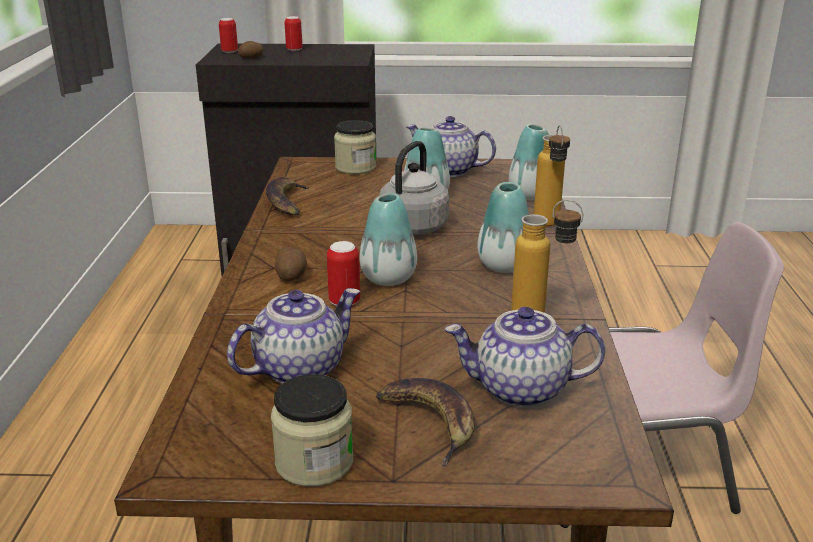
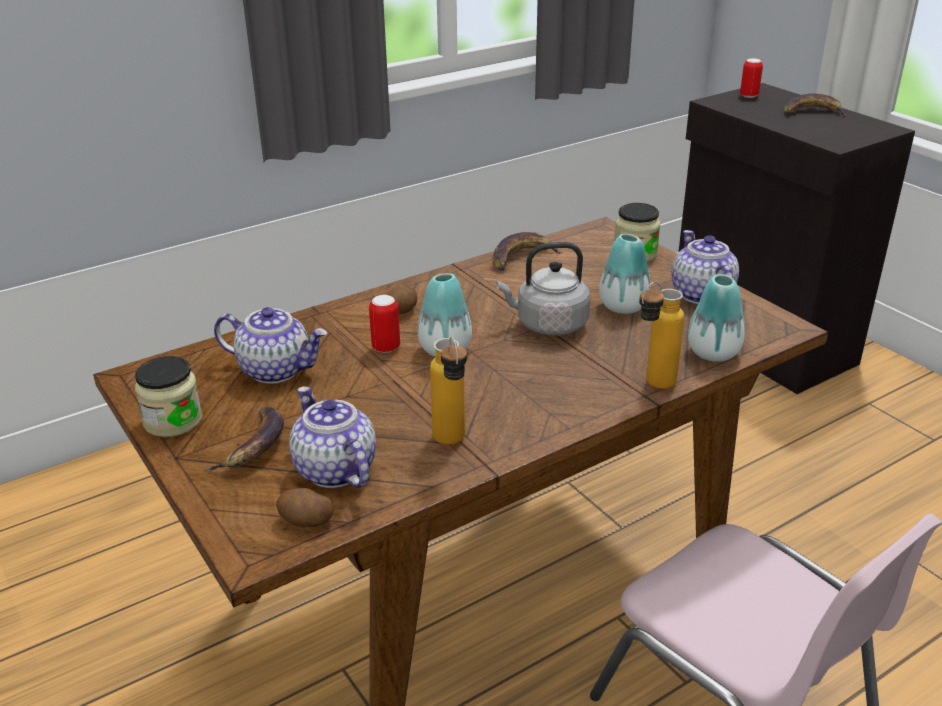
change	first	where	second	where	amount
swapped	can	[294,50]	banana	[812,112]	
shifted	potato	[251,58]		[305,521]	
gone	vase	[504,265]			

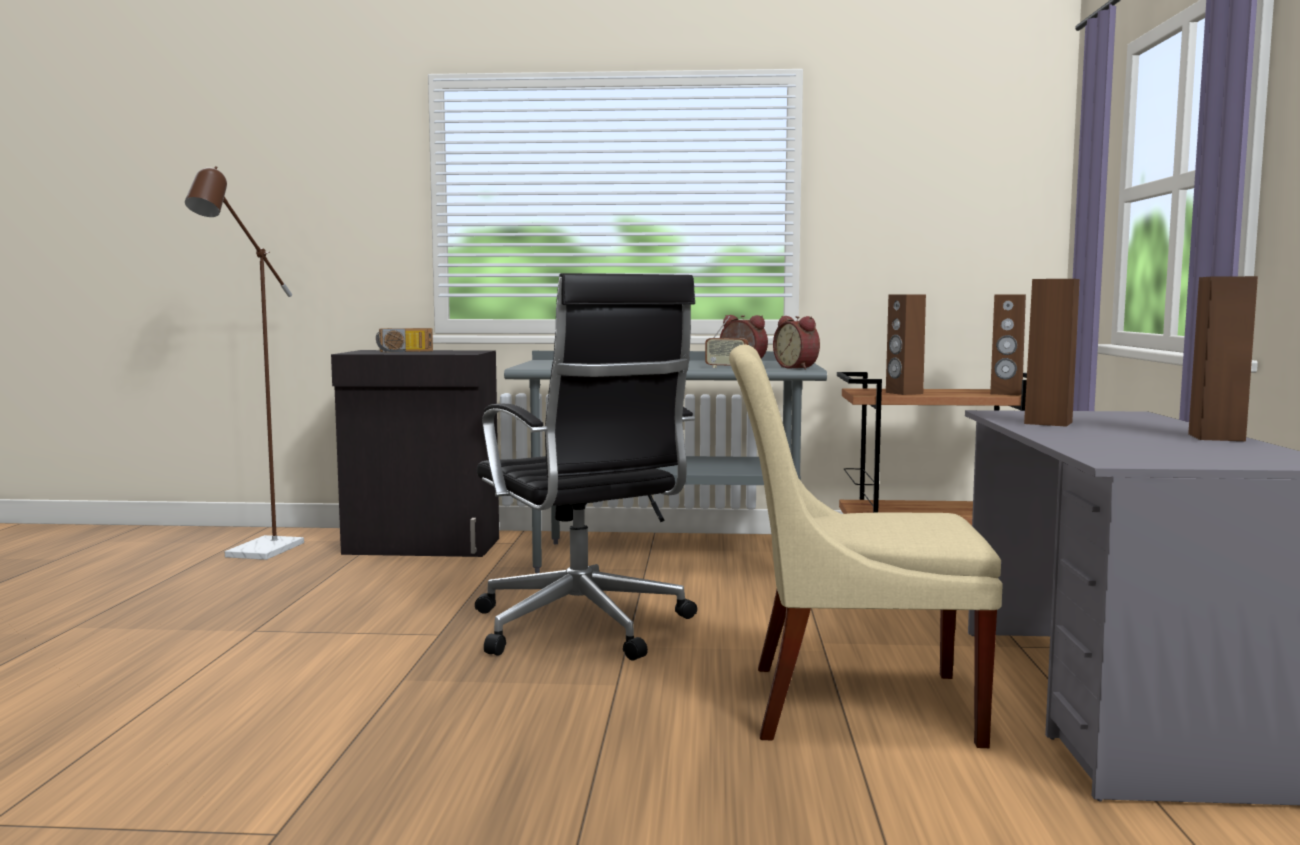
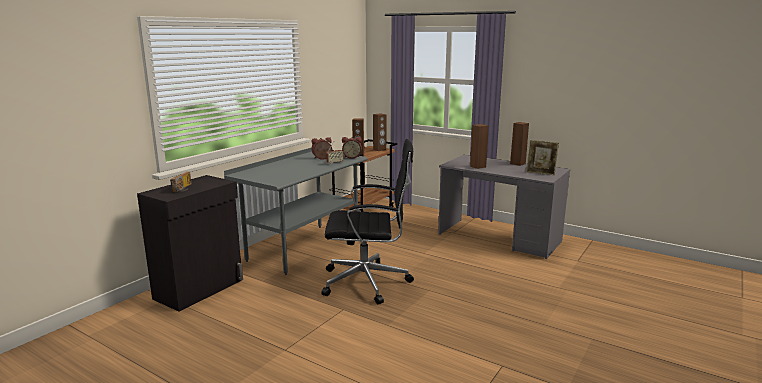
change	first	where	second	where	amount
gone	floor lamp (brown)	[257,553]			
gone	chair (beige)	[848,703]			
new			picture frame	[540,173]	

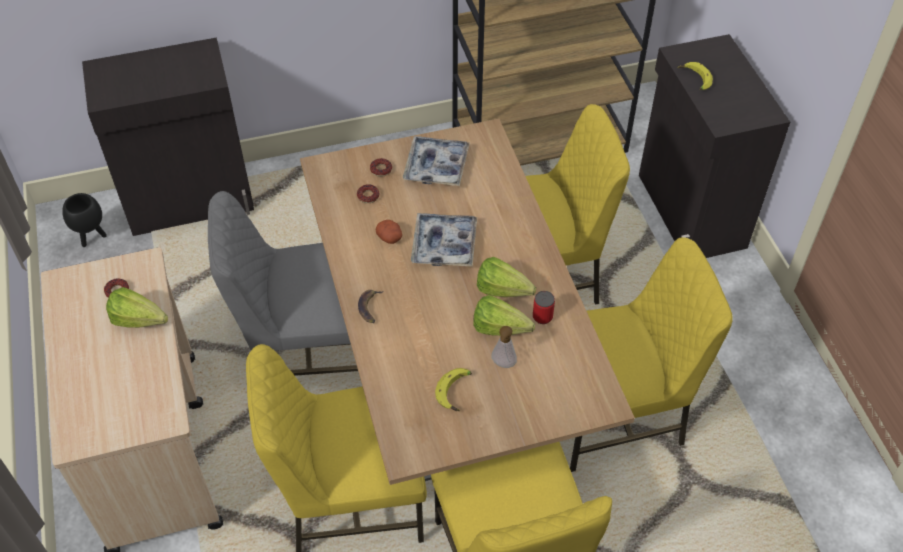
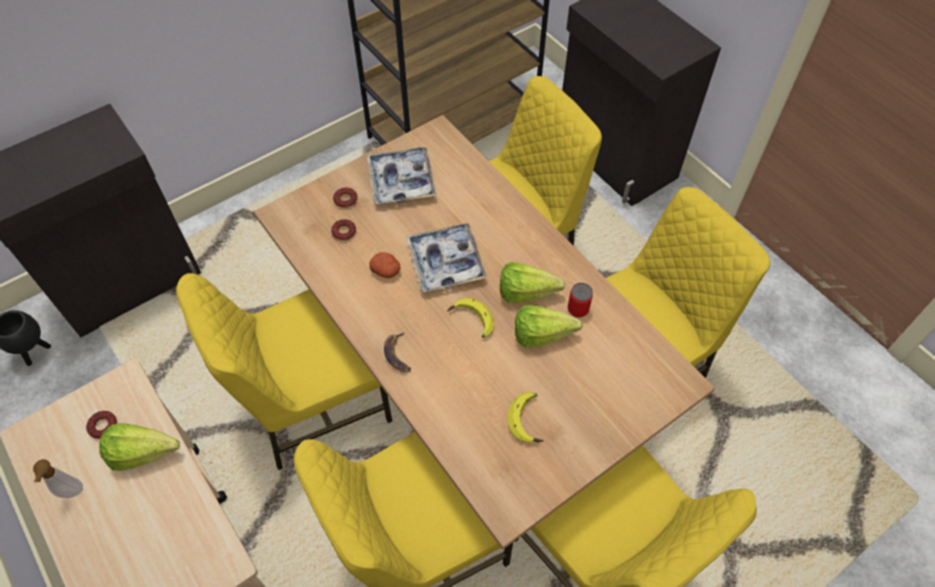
change	first	where	second	where	amount
shifted	banana	[694,80]		[471,321]	
repainted	chair (grey)	[307,351]	chair (yellow)	[313,403]	
shifted	soap dispenser	[503,365]		[70,493]	

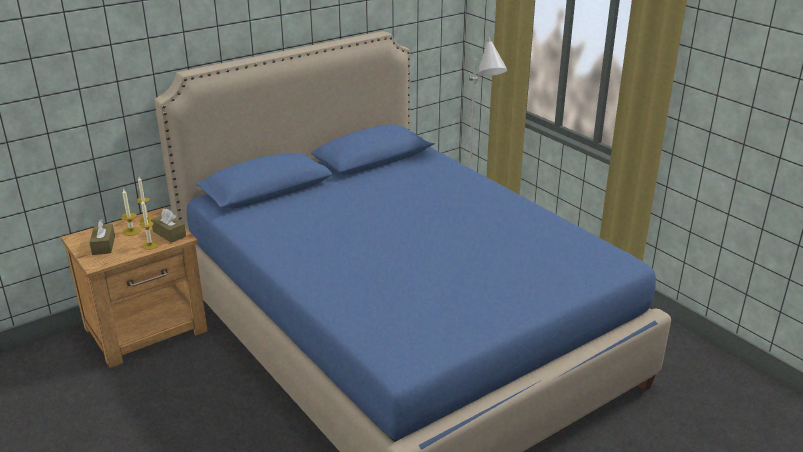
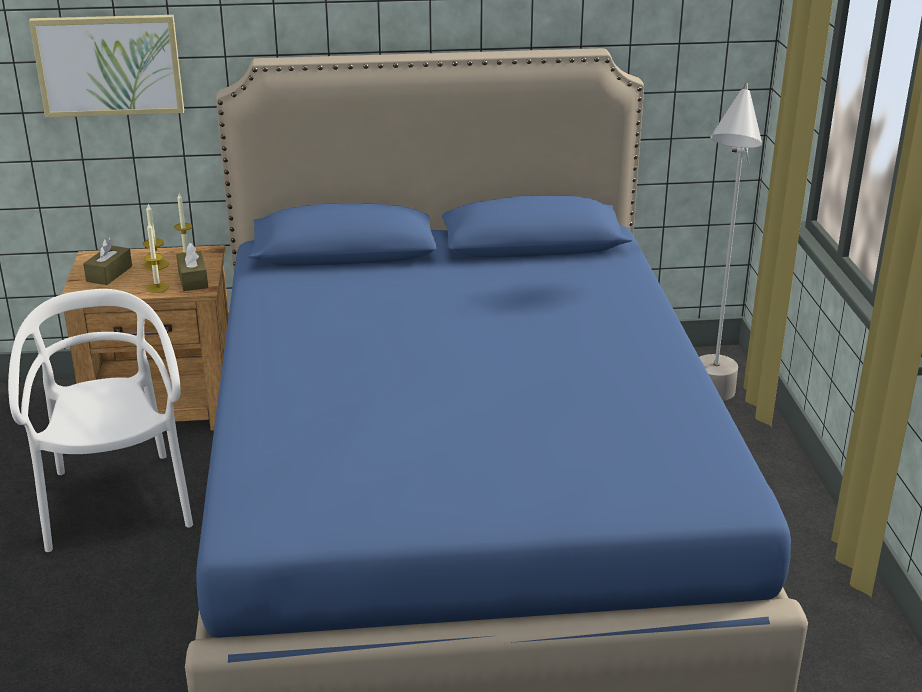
change	first	where	second	where	amount
new			picture	[109,65]	
new			chair (white)	[116,502]	

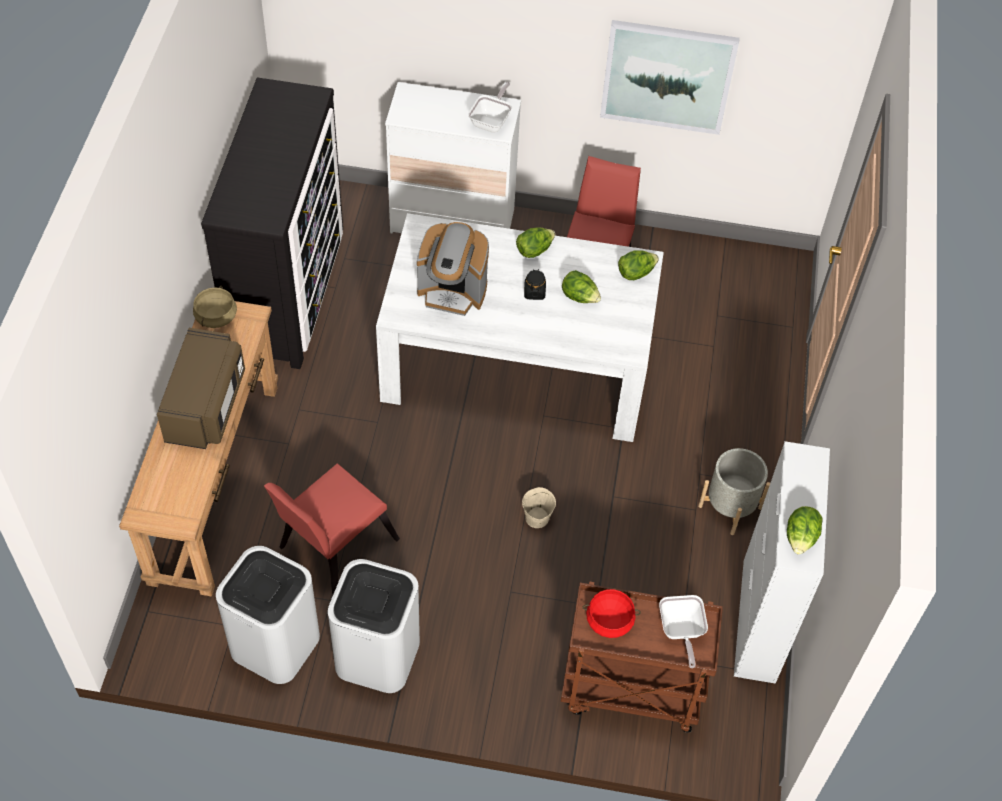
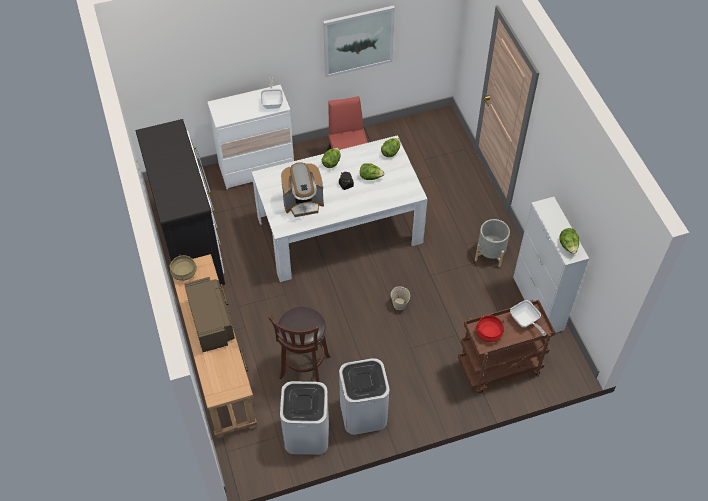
change	first	where	second	where	amount
swapped	chair (red)	[332,547]	stool (brown)	[304,369]	

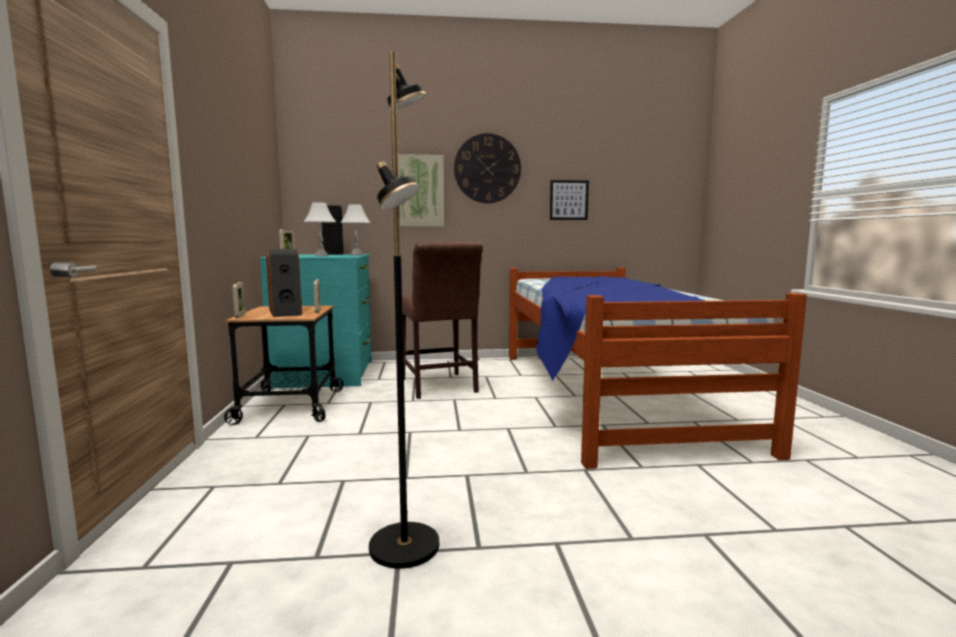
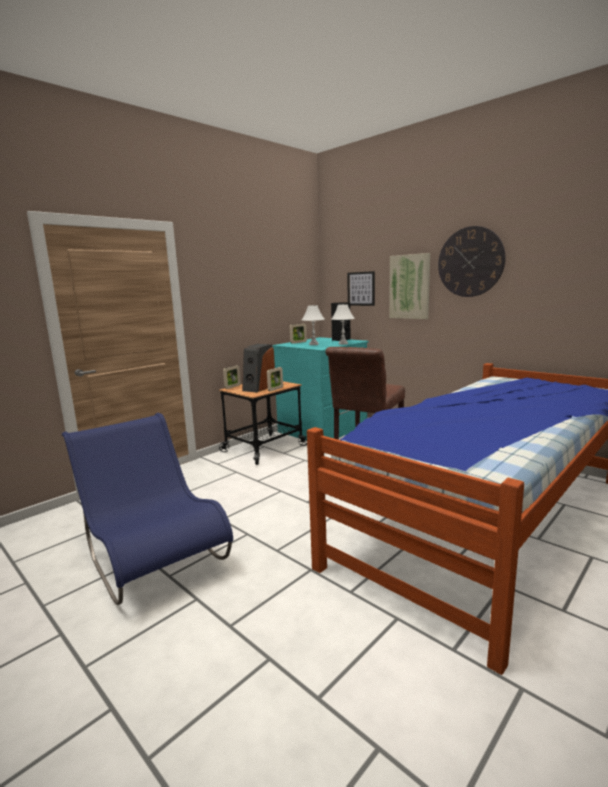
change	first	where	second	where	amount
swapped	floor lamp (black)	[406,546]	chair (blue)	[152,555]	
shifted	picture	[568,200]		[361,288]	

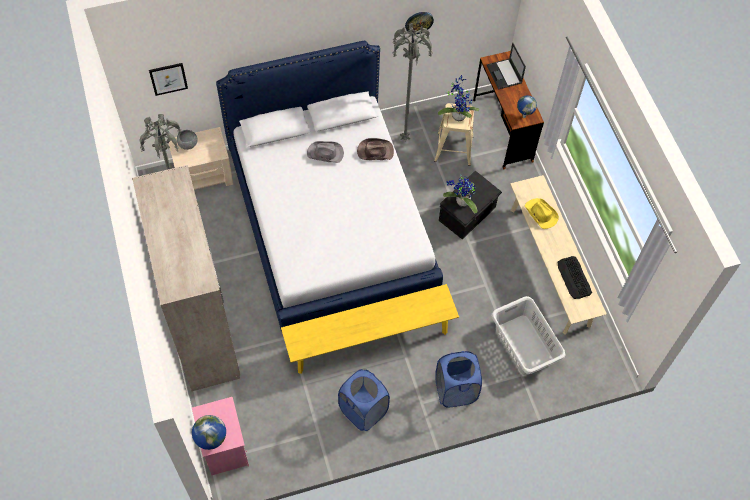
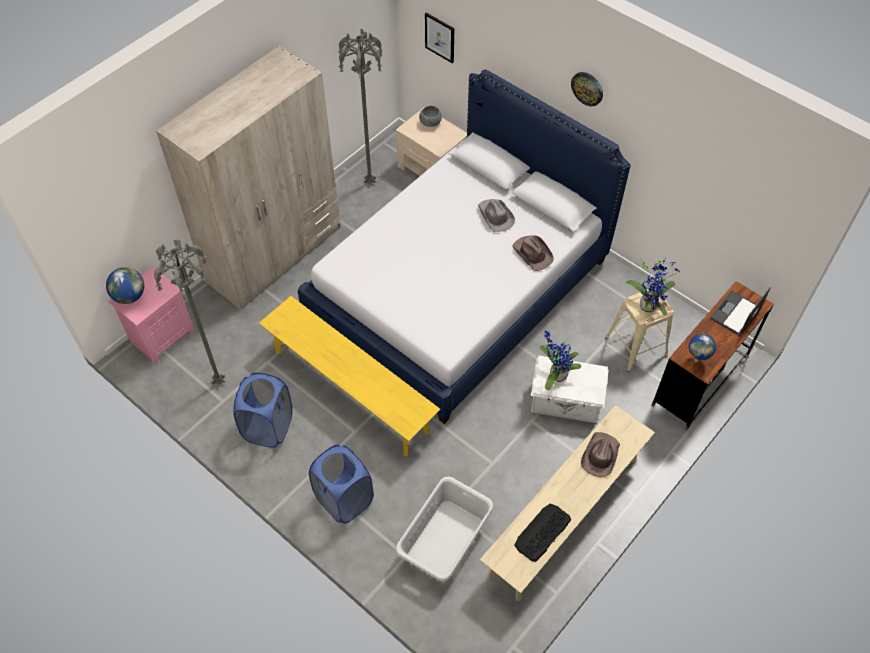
change	first	where	second	where	amount
shifted	wall clock	[419,22]		[587,88]	
shifted	floor lamp (grey)	[404,138]		[220,381]	
repainted	storage box (black)	[468,214]	storage box (white)	[566,401]	
repainted	hat (yellow)	[541,214]	hat (brown)	[600,455]	

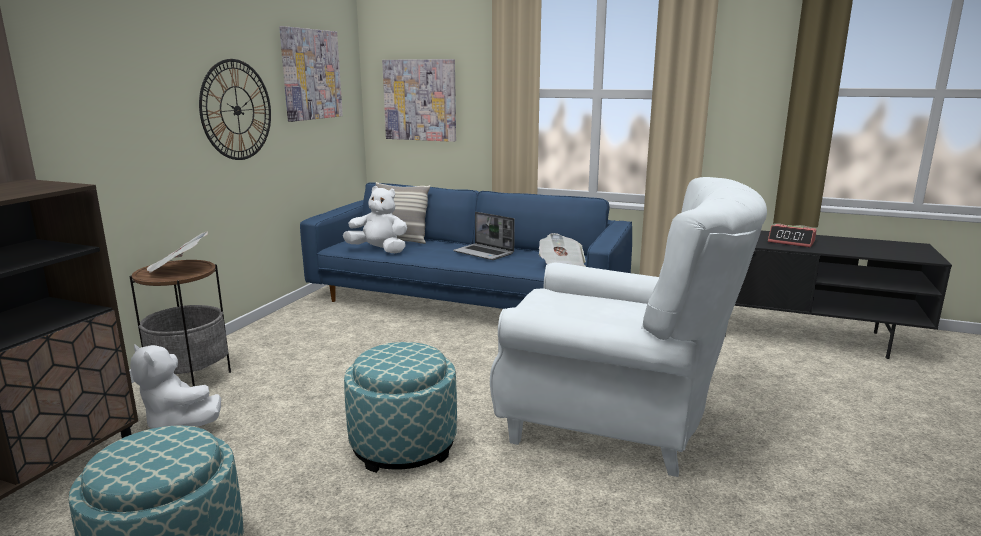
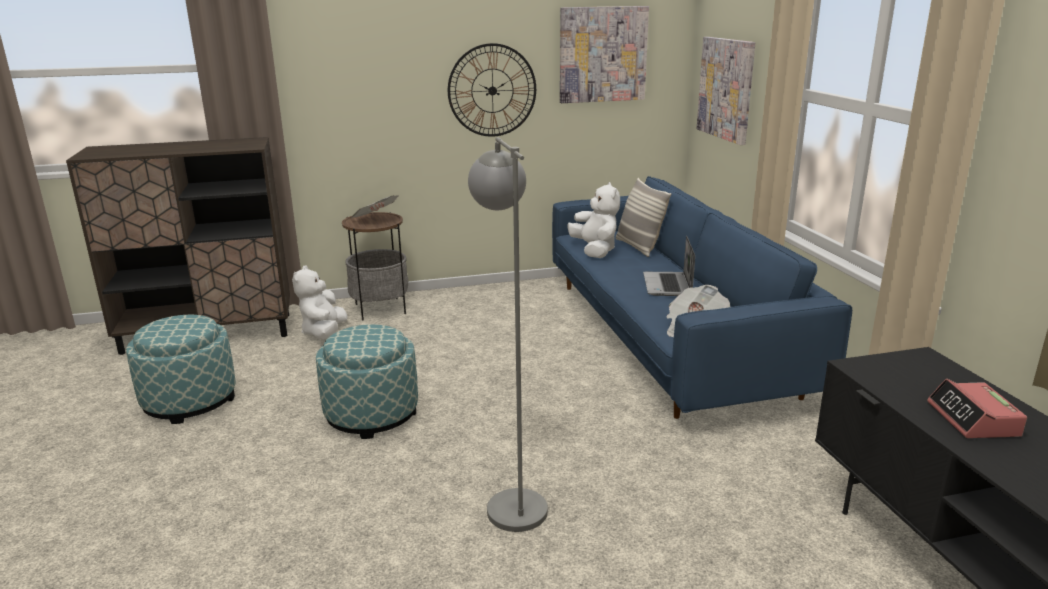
change	first	where	second	where	amount
swapped	armchair (white)	[615,423]	floor lamp (grey)	[511,498]	

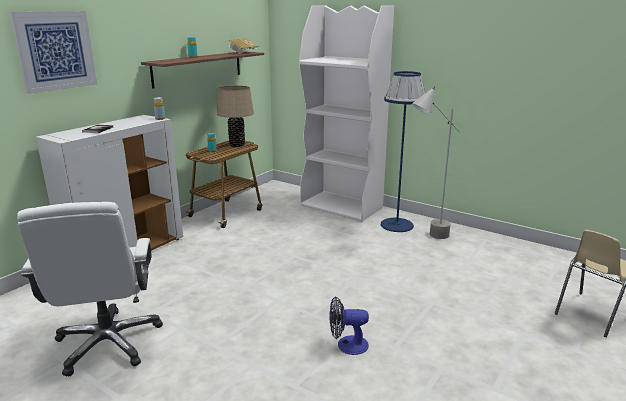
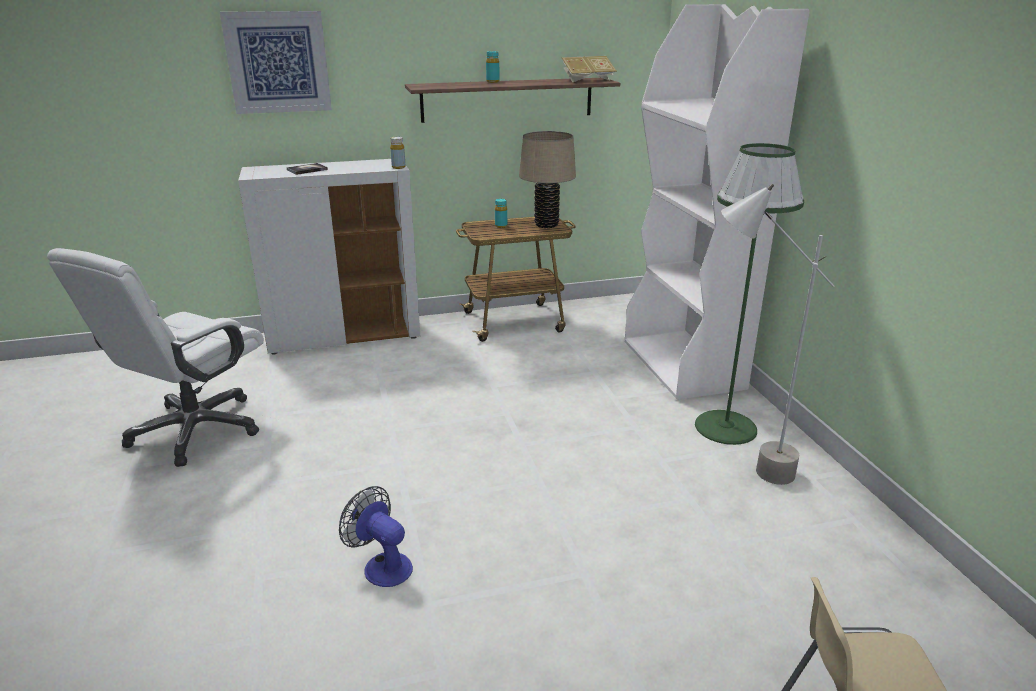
change	first	where	second	where	amount
repainted	floor lamp (blue)	[397,225]	floor lamp (green)	[726,427]	

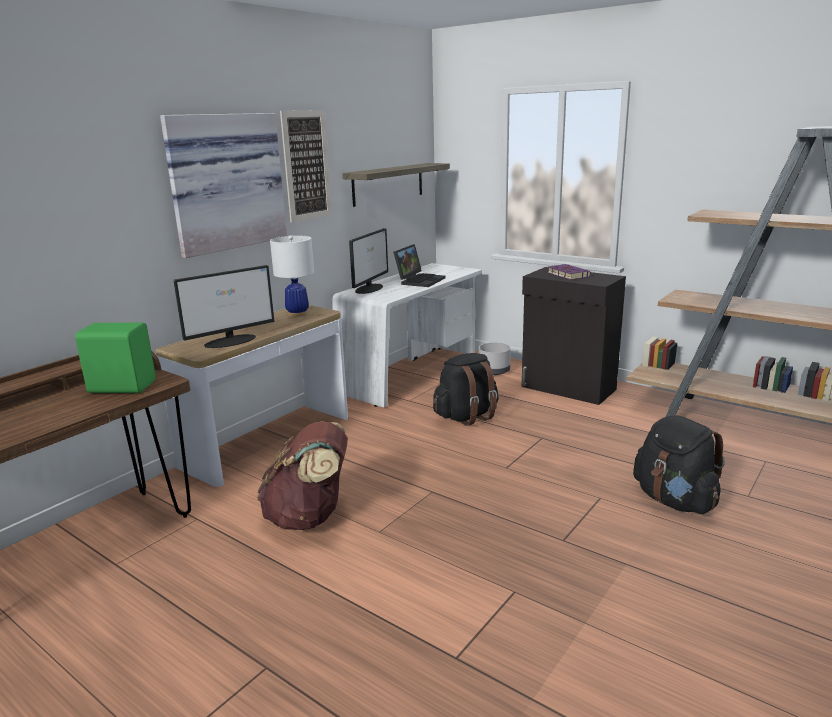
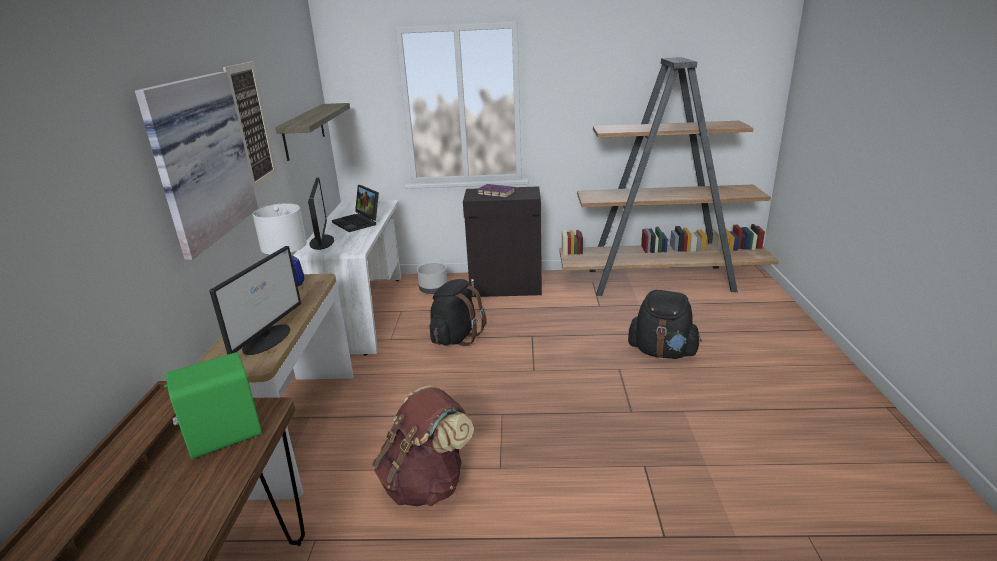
change	first	where	second	where	amount
rotated	laptop	[419,280]		[359,223]	150 degrees clockwise

